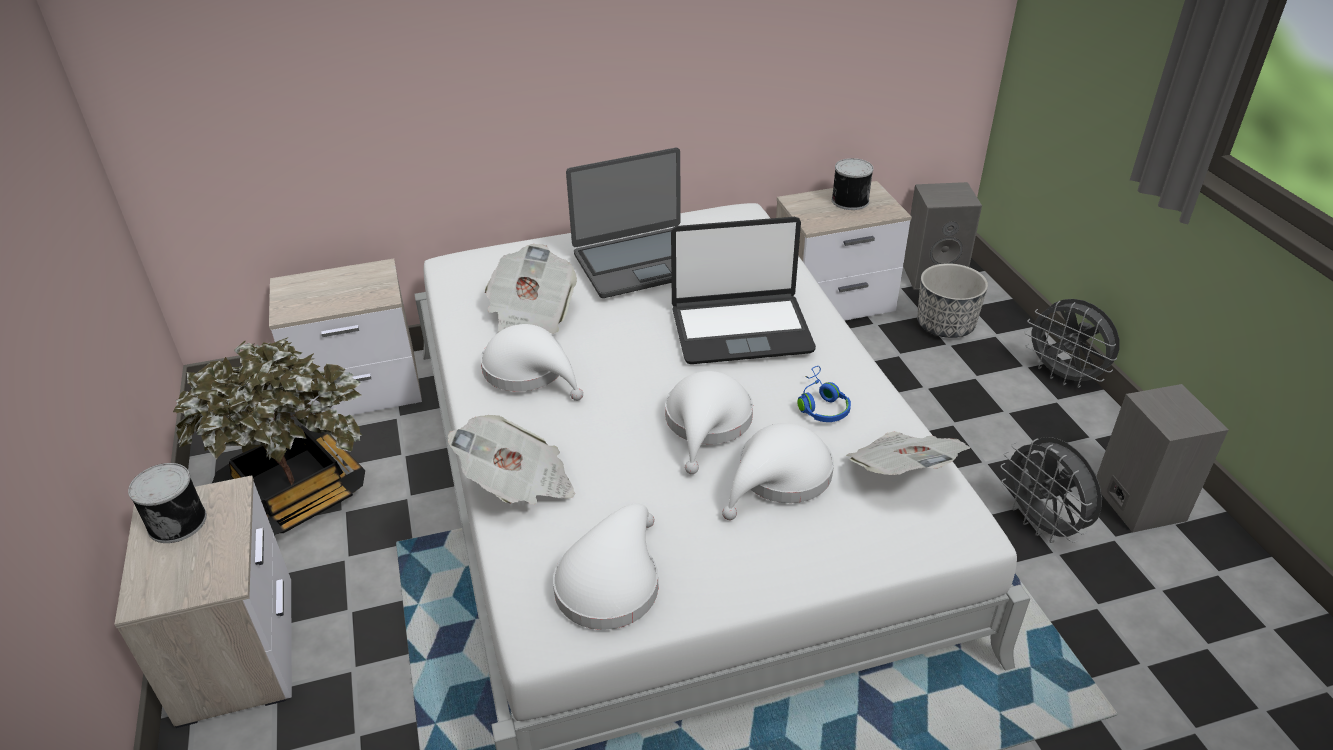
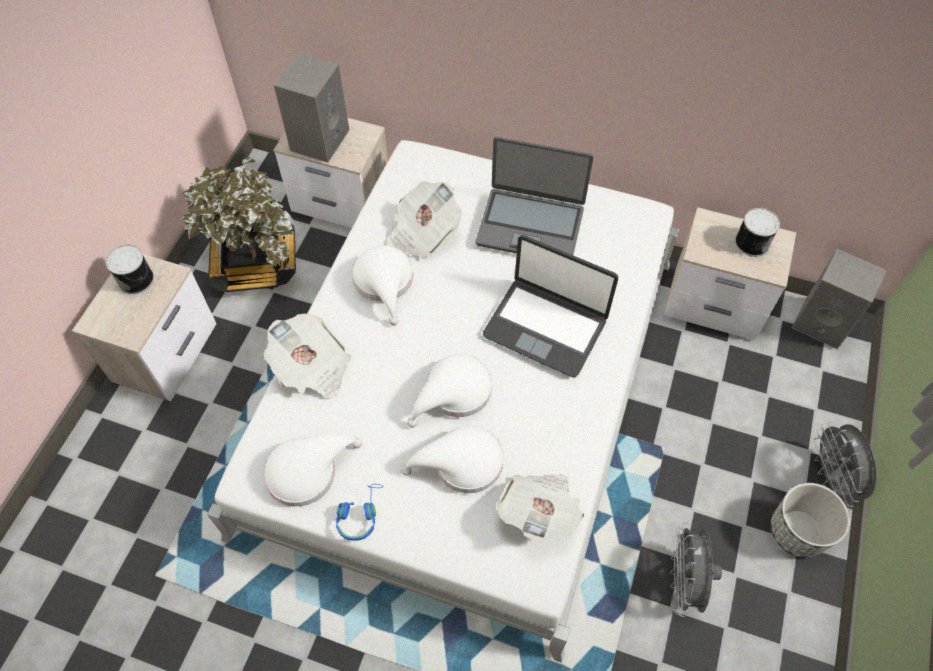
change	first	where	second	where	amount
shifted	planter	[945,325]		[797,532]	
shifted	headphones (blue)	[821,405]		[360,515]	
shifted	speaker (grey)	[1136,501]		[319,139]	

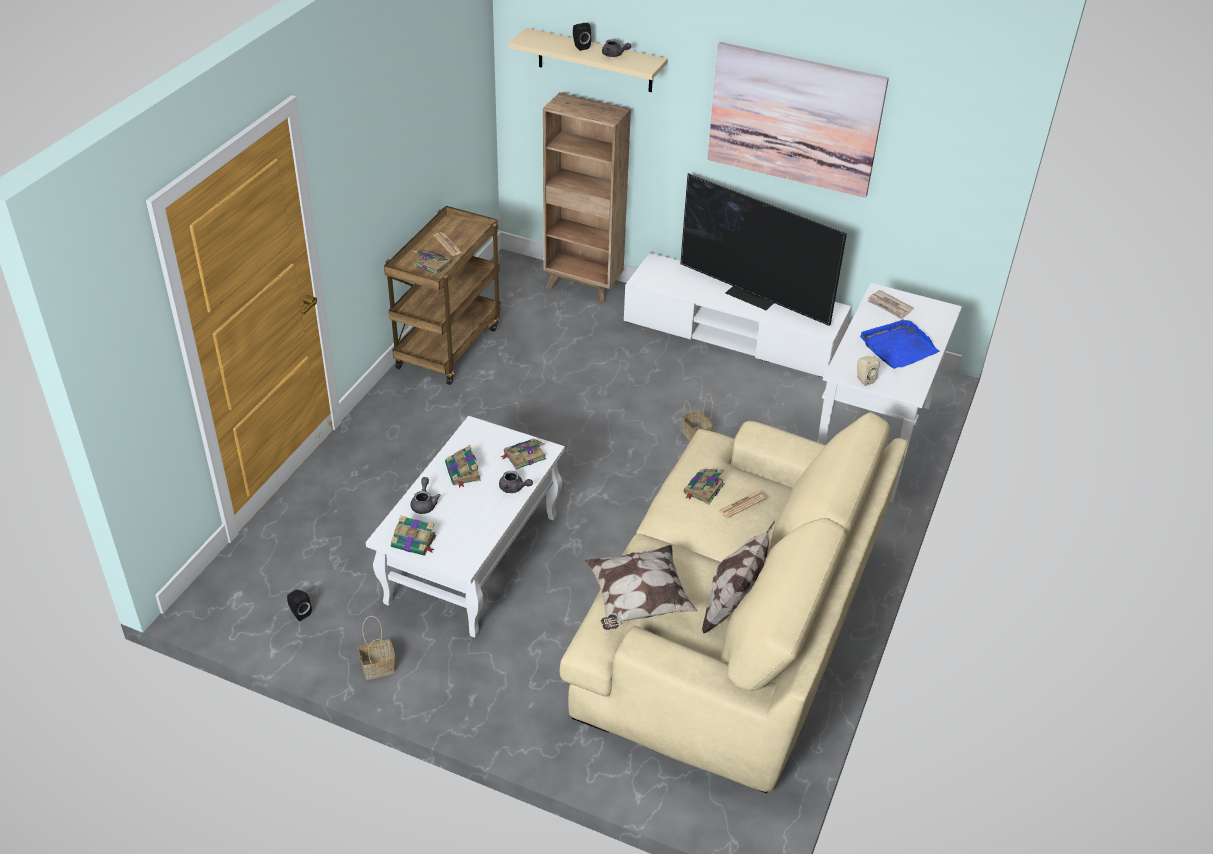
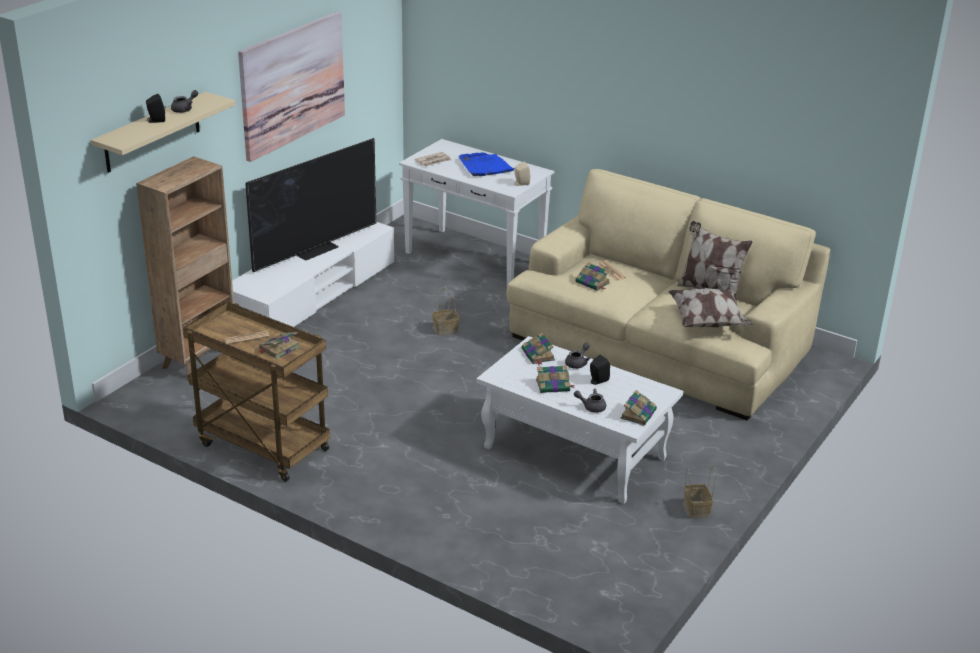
change	first	where	second	where	amount
shifted	speaker (black)	[299,613]		[597,381]	

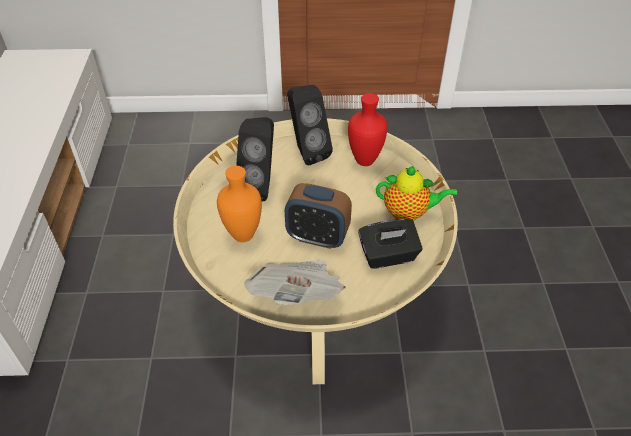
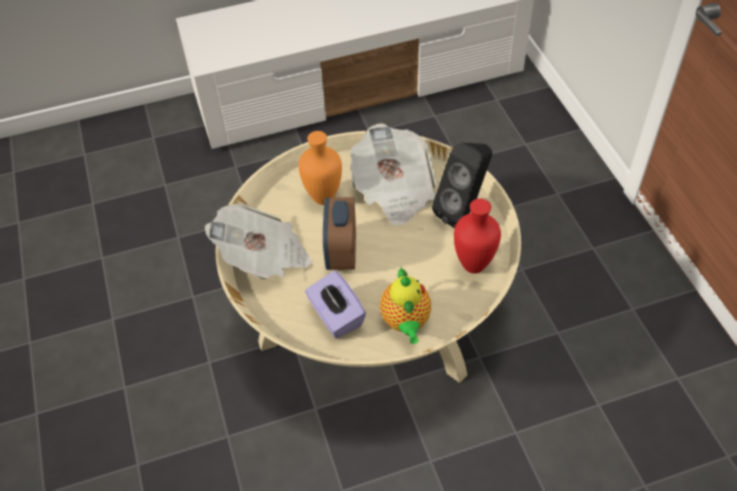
change	first	where	second	where	amount
swapped	speaker (black)	[261,186]	newspaper	[394,191]	
repainted	tissue box (black)	[388,256]	tissue box (purple)	[336,316]	

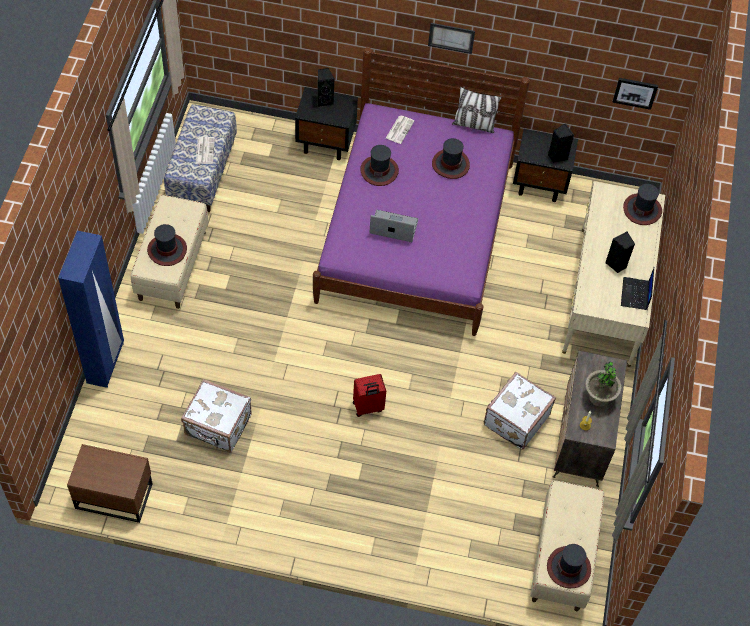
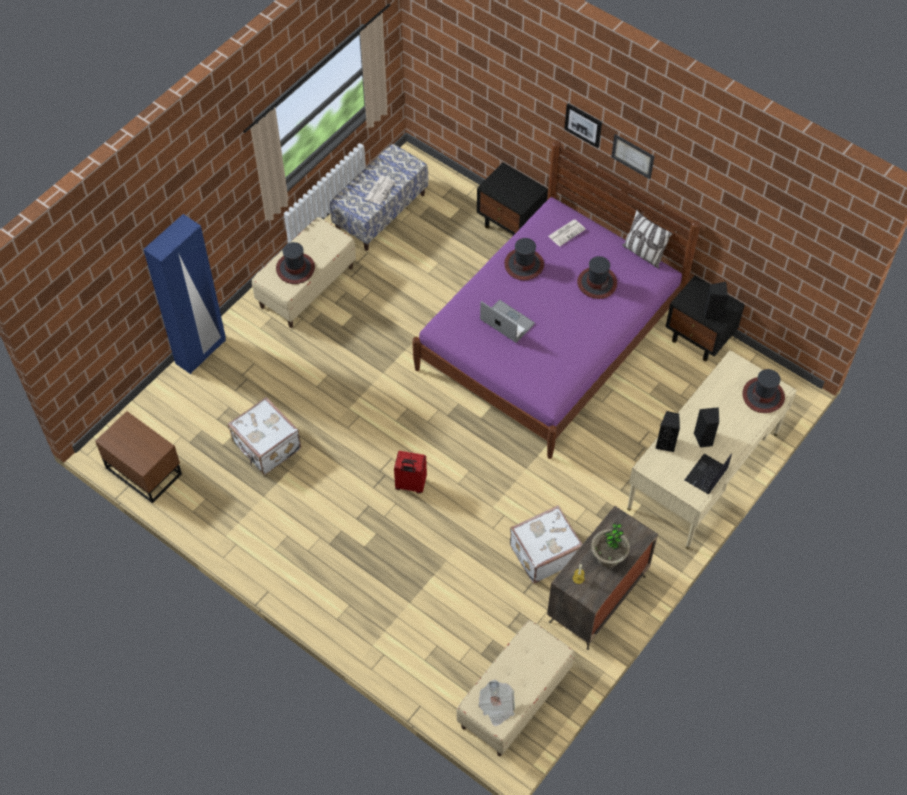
change	first	where	second	where	amount
shifted	speaker (black)	[324,100]		[666,443]	
shifted	picture	[635,92]		[583,124]	
swapped	hat	[569,567]	newspaper	[496,707]	

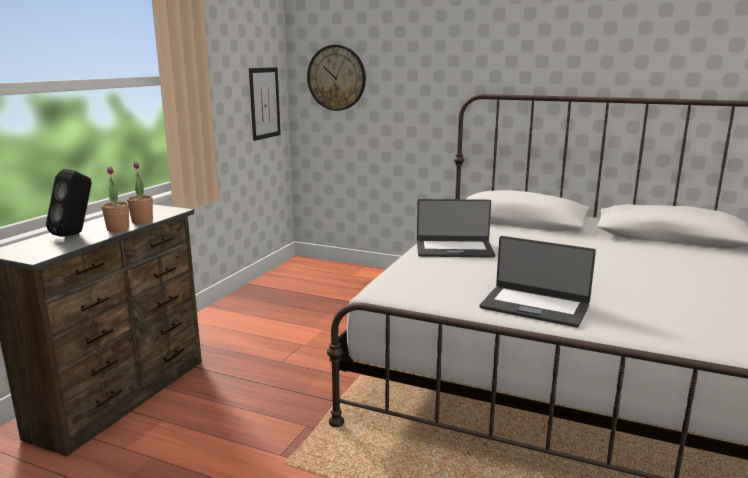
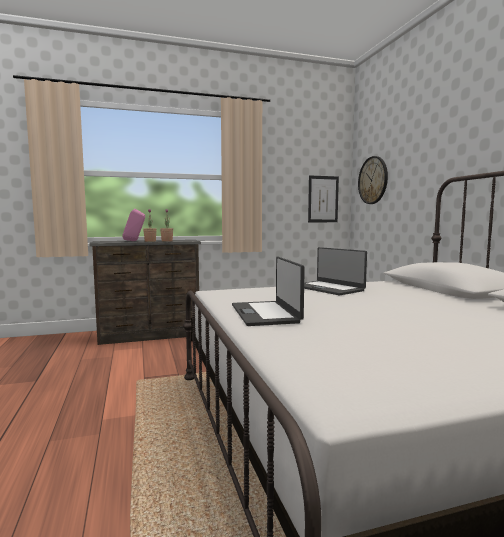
change	first	where	second	where	amount
repainted	speaker (black)	[75,234]	speaker (pink)	[134,241]	

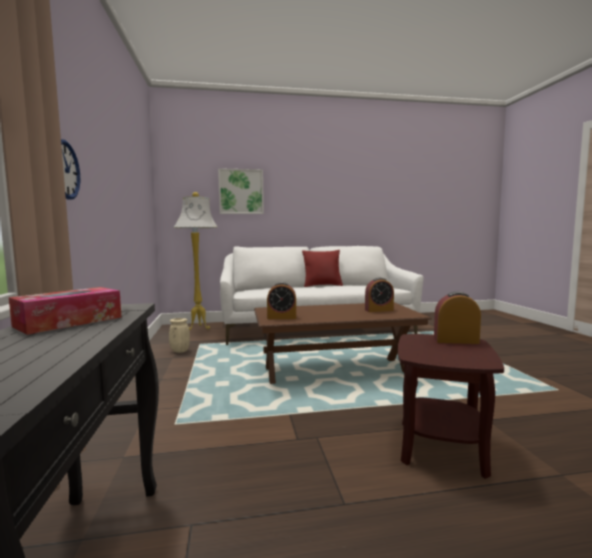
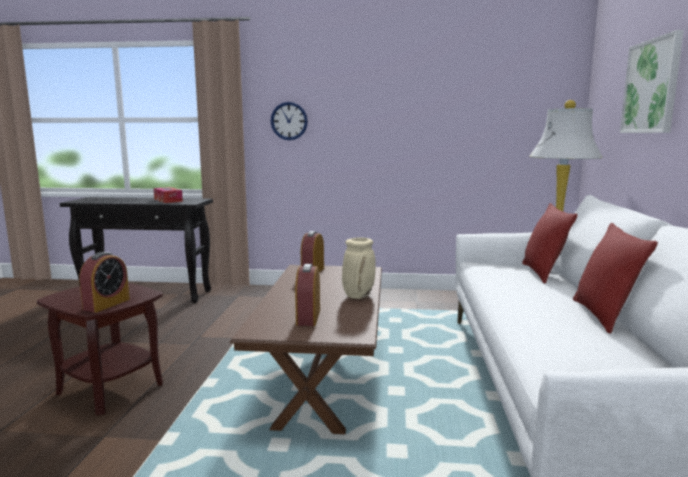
change	first	where	second	where	amount
shifted	vase (beige)	[179,351]		[358,295]	
new			pillow (red)	[543,273]	

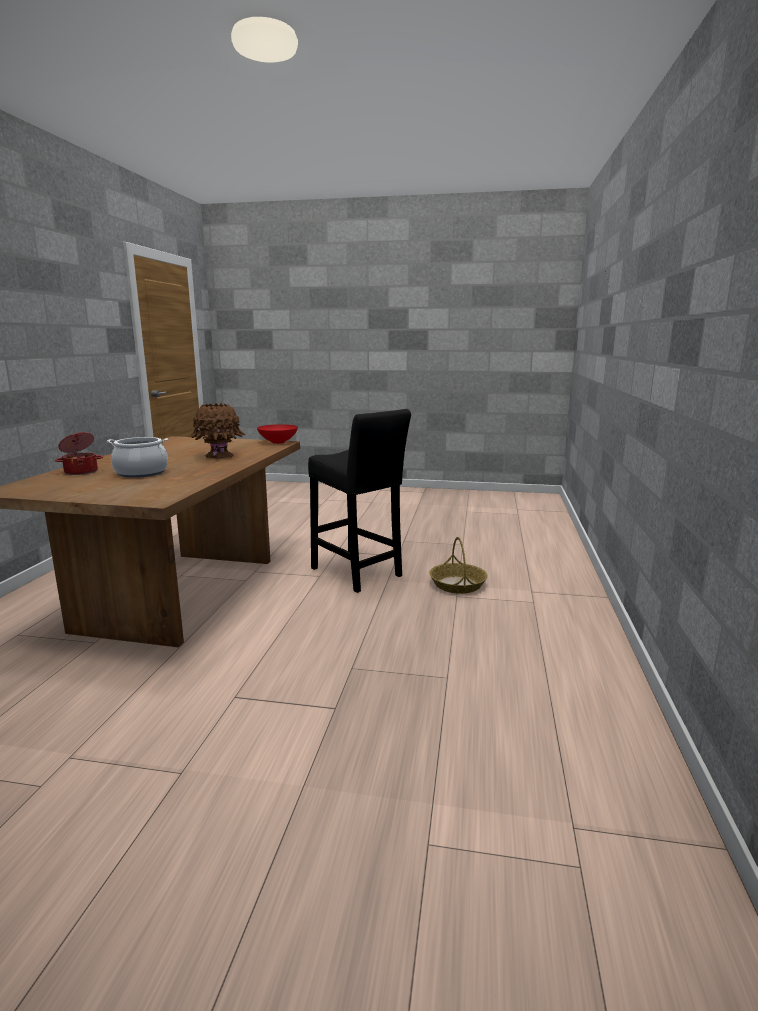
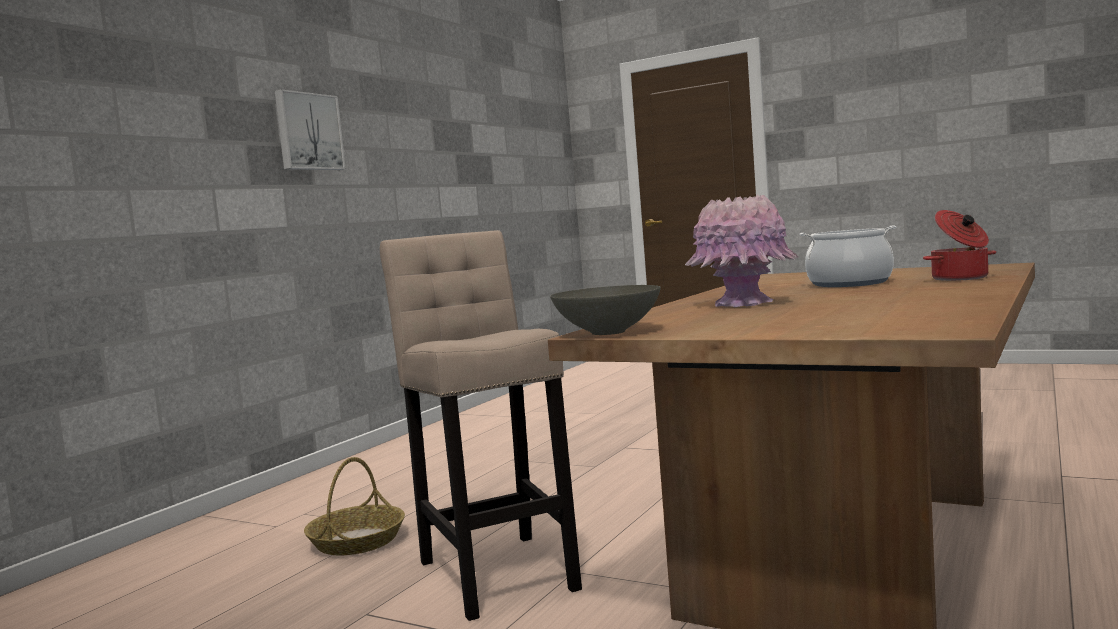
change	first	where	second	where	amount
repainted	vase (brown)	[219,456]	vase (pink)	[743,303]	
repainted	stool (black)	[358,574]	stool (beige)	[496,570]	
repainted	bowl (red)	[278,442]	bowl (grey)	[608,332]	
new			picture	[308,132]	

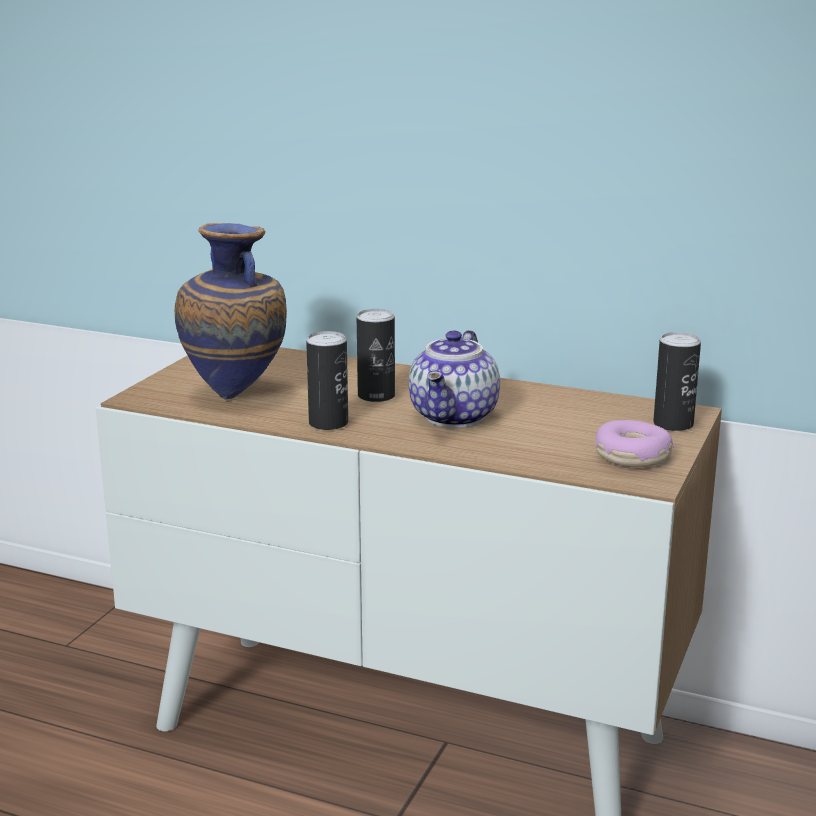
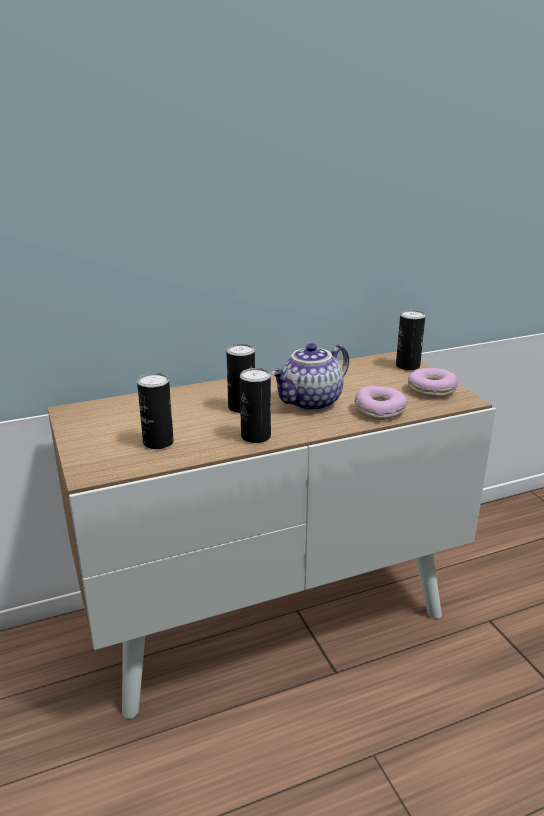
change	first	where	second	where	amount
swapped	vase	[237,396]	can	[158,442]	
rotated	teapot	[455,417]		[311,403]	75 degrees clockwise
new			donut	[379,410]	

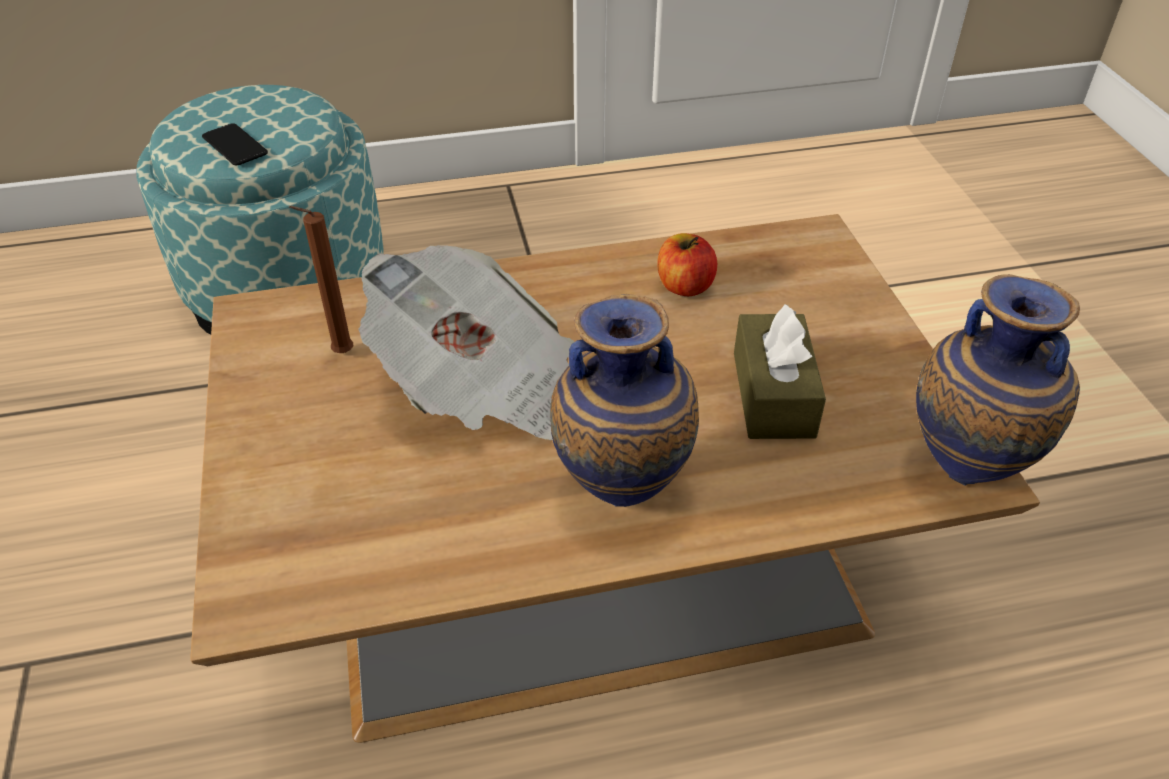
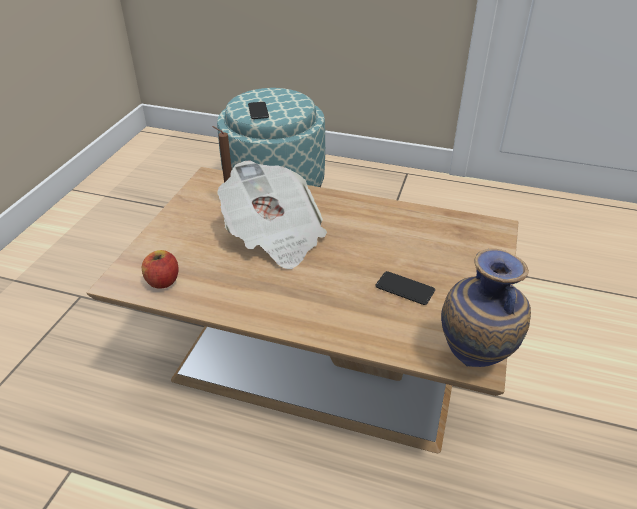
change	first	where	second	where	amount
shifted	apple	[684,286]		[163,281]	
gone	vase	[622,490]			
swapped	tissue box (brown)	[773,394]	phone	[405,289]	

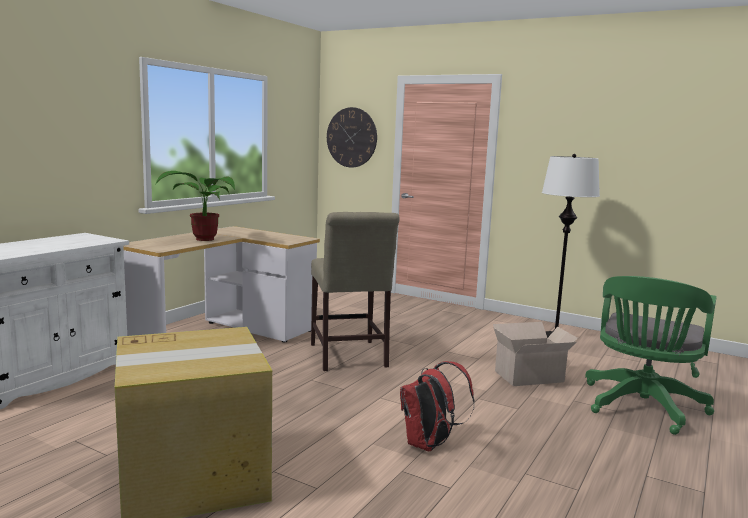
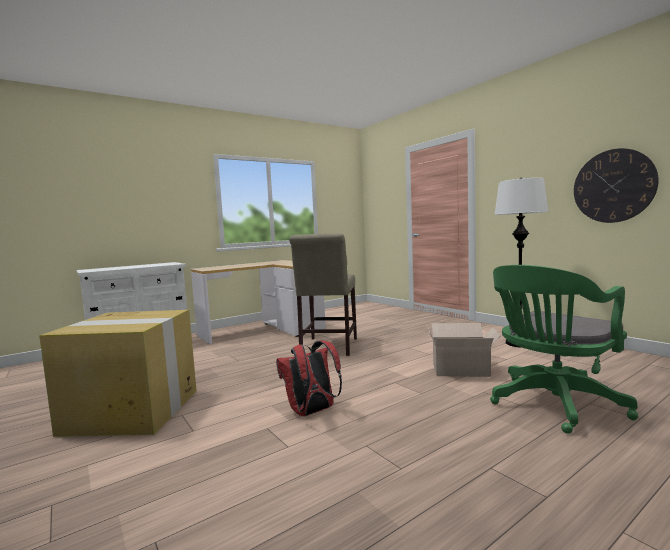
change	first	where	second	where	amount
shifted	wall clock	[351,137]		[613,186]	
gone	potted plant	[201,239]			

